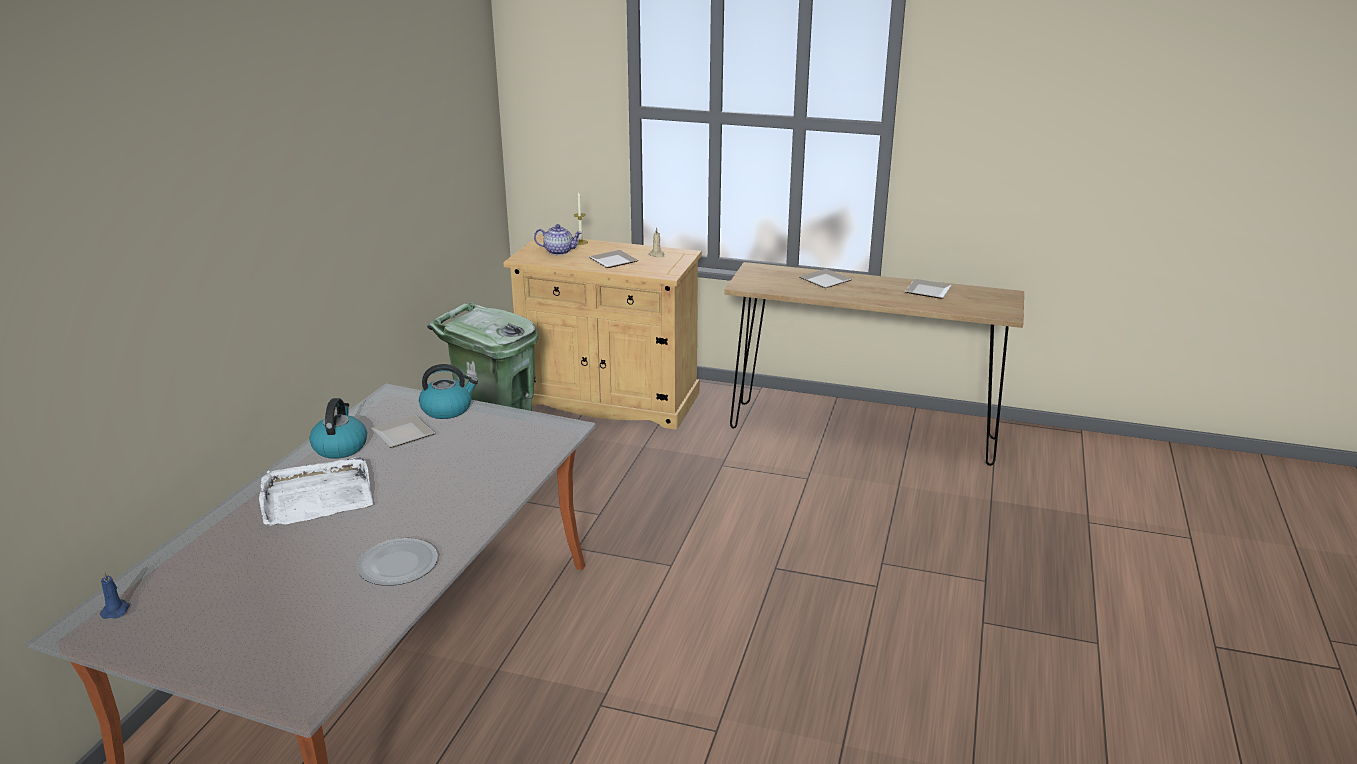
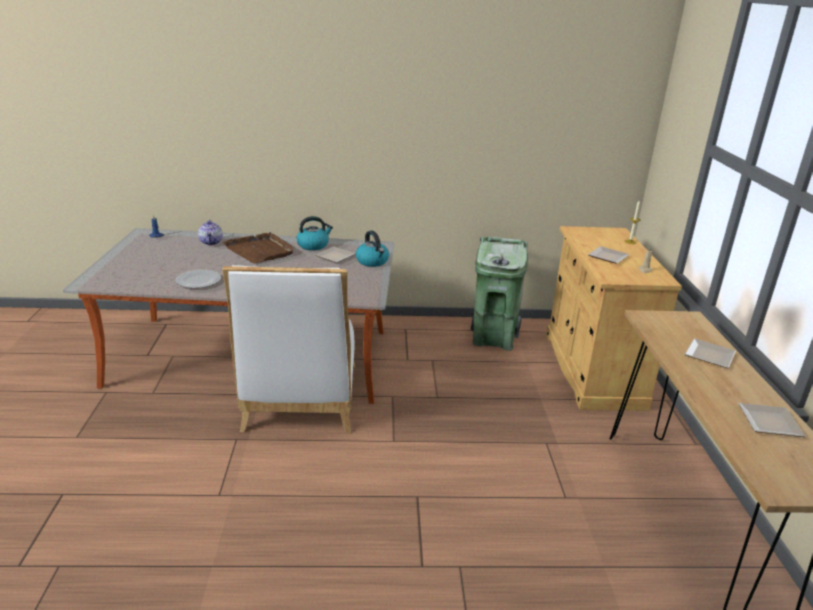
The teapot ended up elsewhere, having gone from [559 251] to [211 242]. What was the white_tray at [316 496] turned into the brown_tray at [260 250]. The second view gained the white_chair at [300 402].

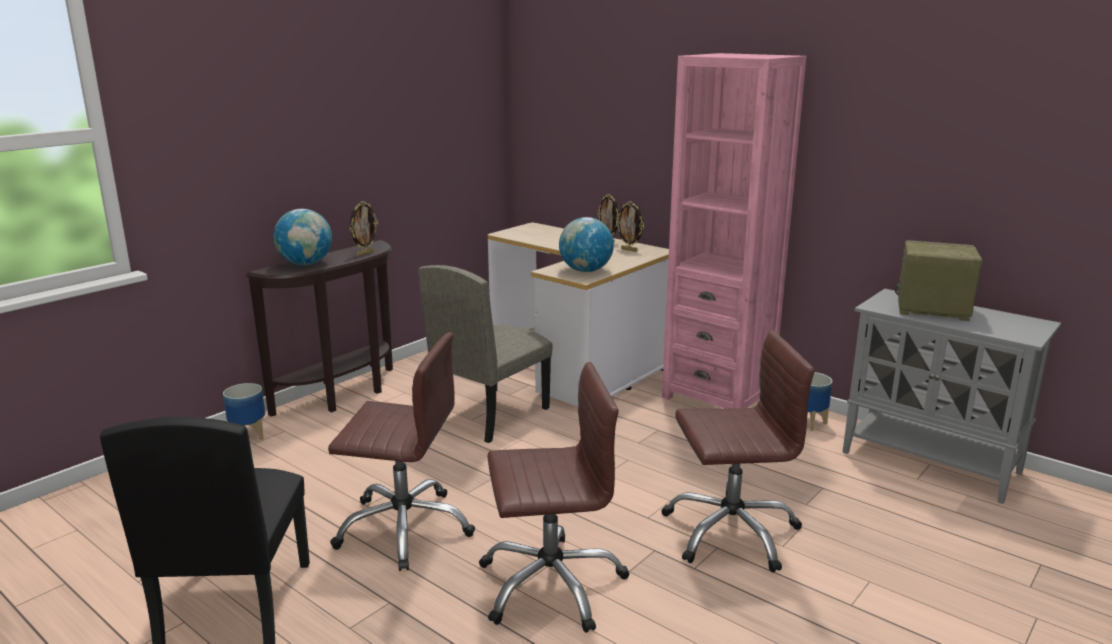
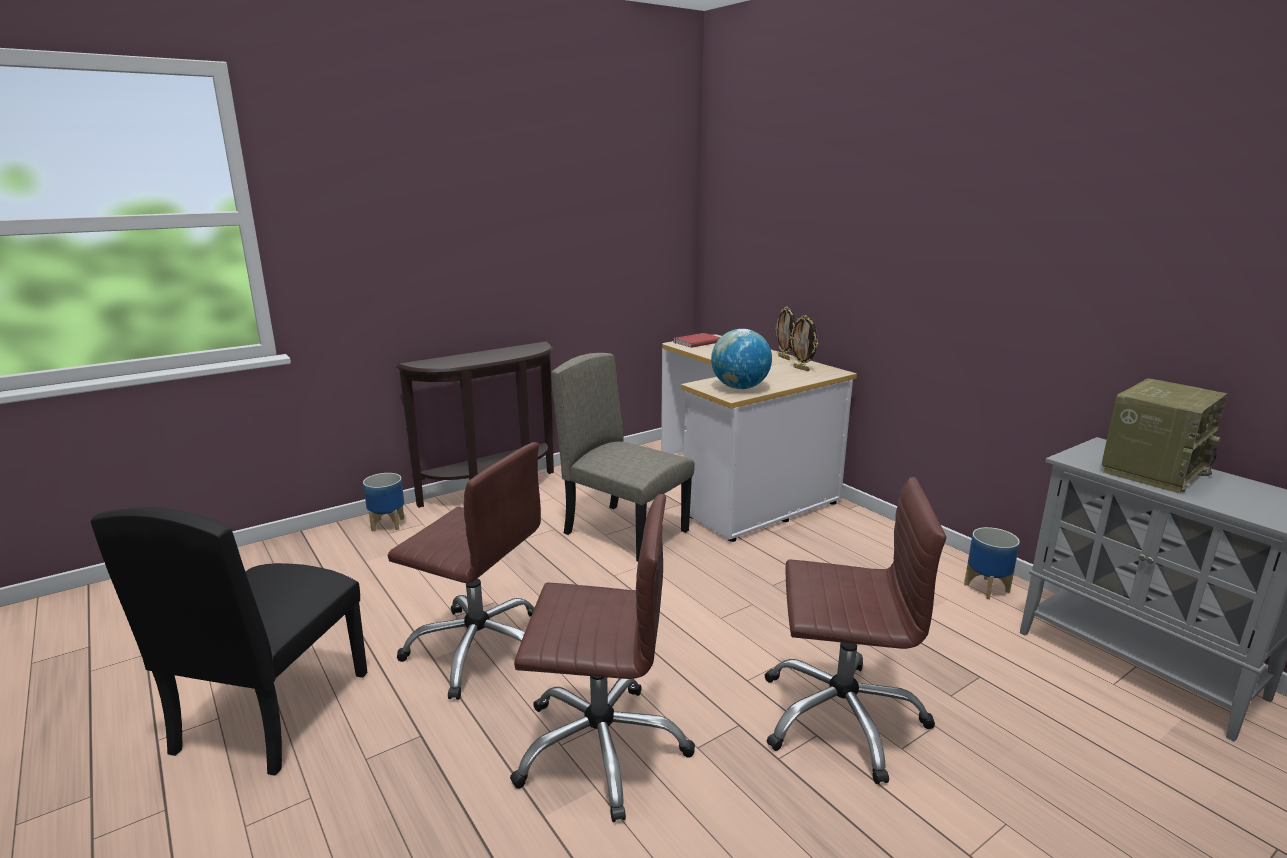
The beige_chair at [490 415] ended up facing another way, 75 degrees clockwise from before. The second view gained the red_book at [696 342]. The radio at [931 310] ended up facing another way, 105 degrees clockwise from before. The second view lost the globe at [305 264]. The second view lost the picture_frame at [365 253]. The second view lost the pink_bookcase at [718 397].

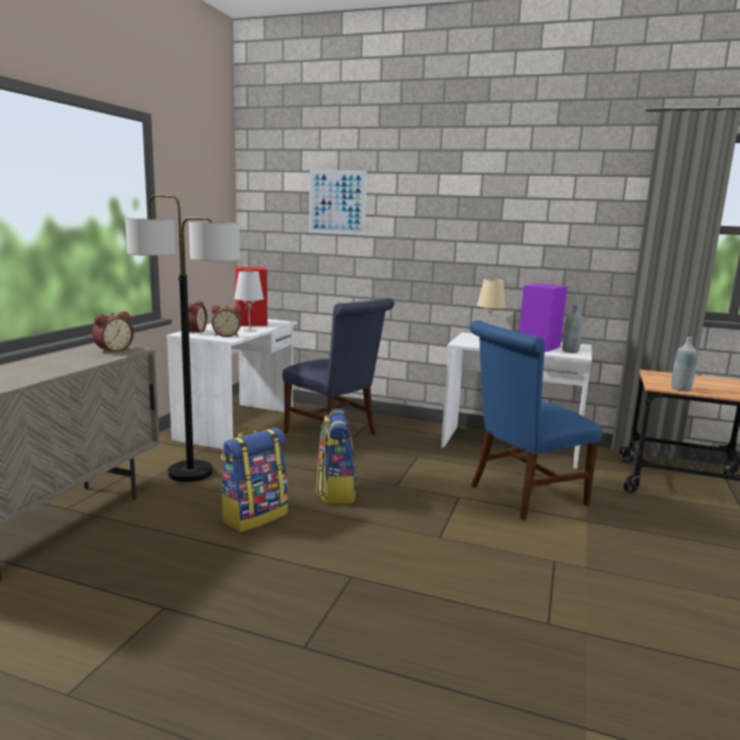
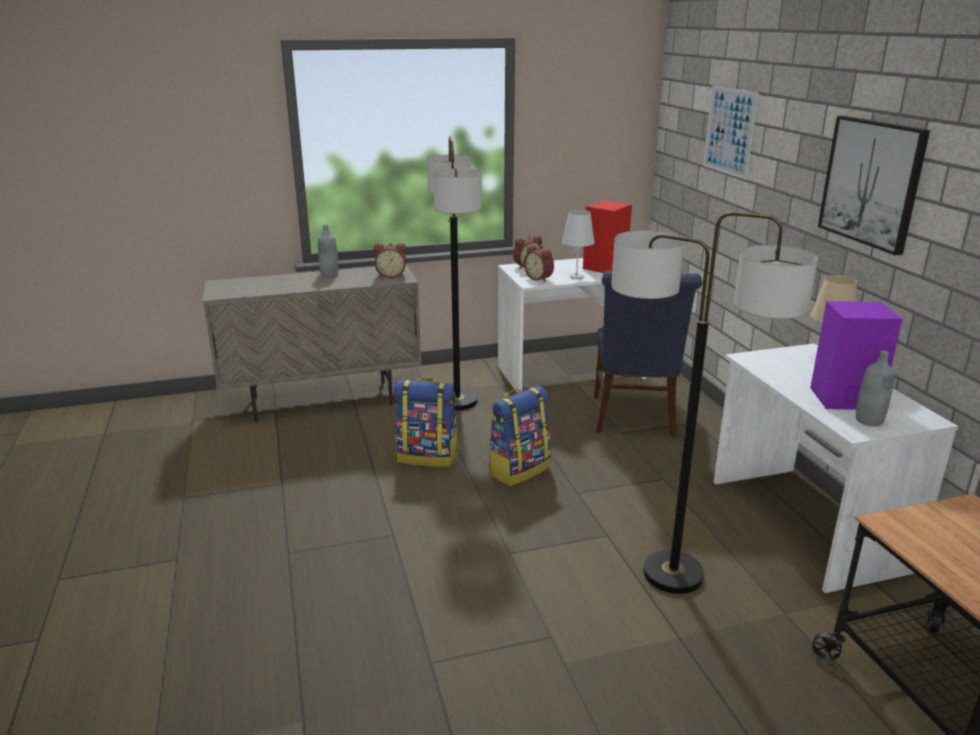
The grey_bottle ended up elsewhere, having gone from [680 389] to [329 274]. Where the blue_chair stood at [522 496], the floor_lamp came to stand at [672 573]. The second view gained the picture at [872 182].

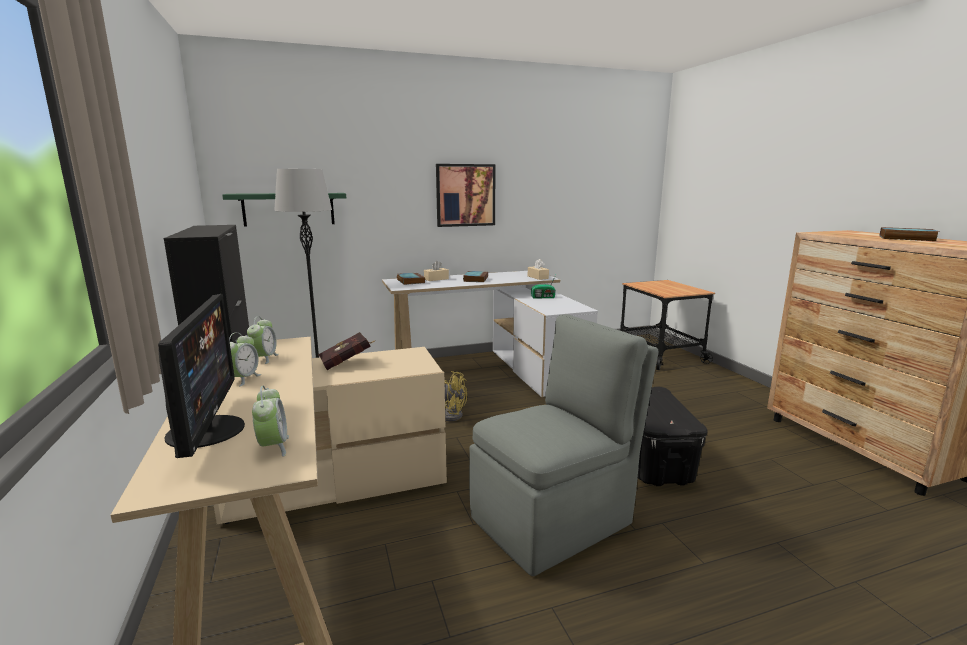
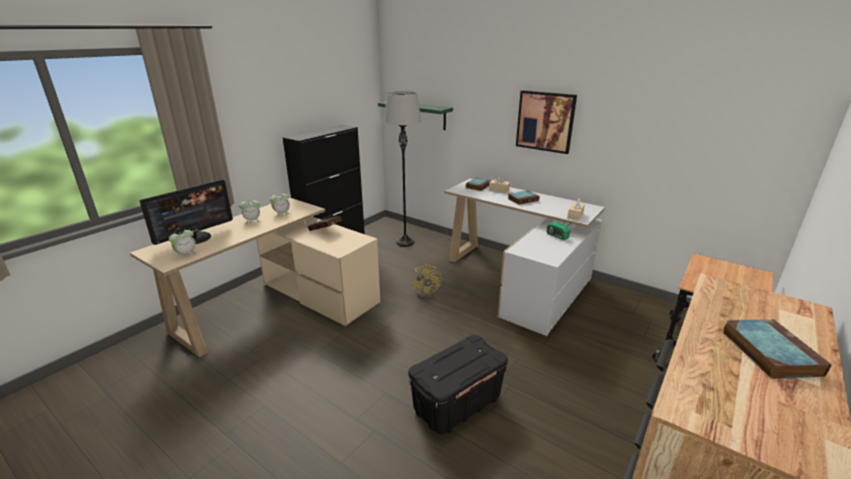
The second view lost the grey_chair at [554 519].

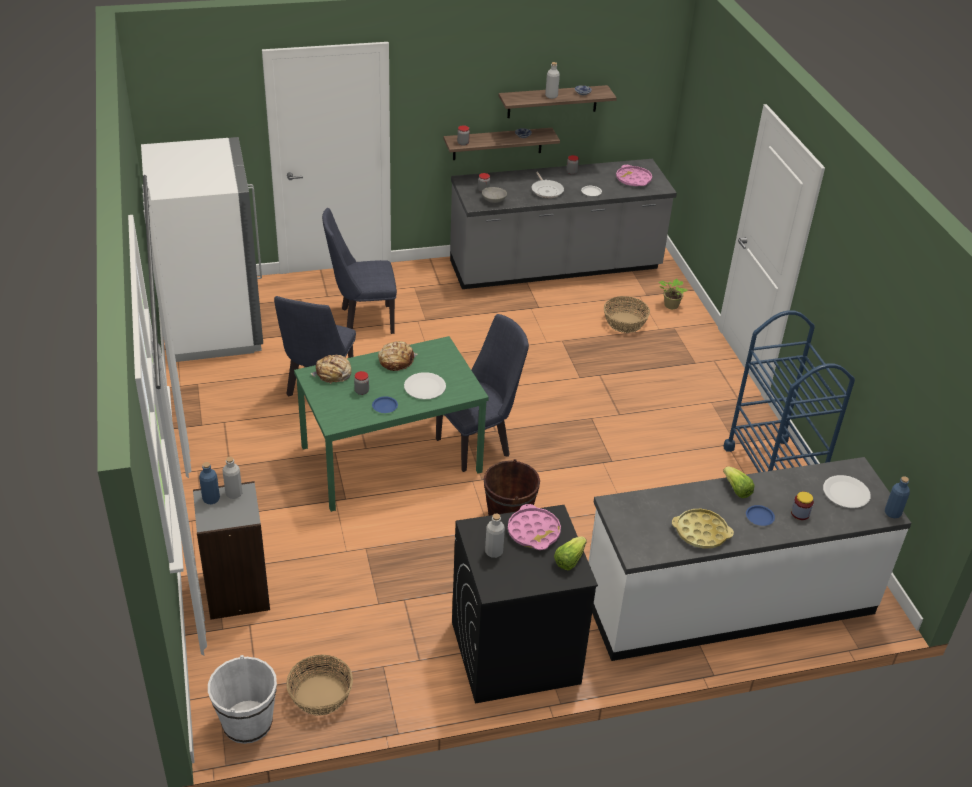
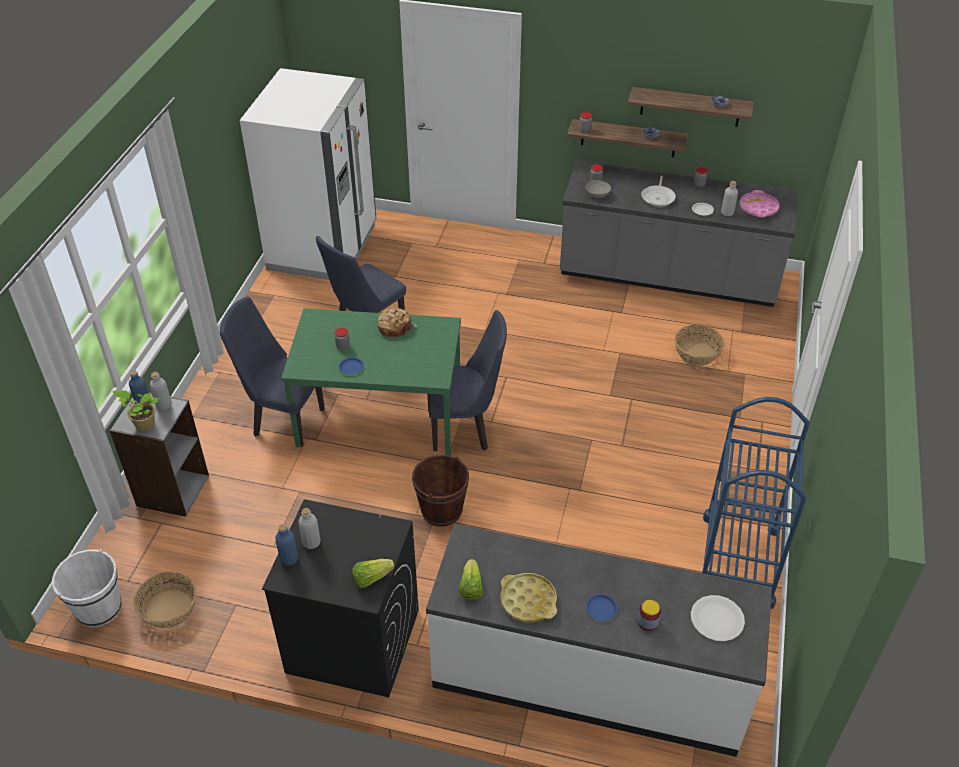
The potted_plant ended up elsewhere, having gone from [670 305] to [143 424]. The blue_chair ended up elsewhere, having gone from [362 321] to [283 420]. The blue_bottle ended up elsewhere, having gone from [892 513] to [289 559]. The lettuce ended up elsewhere, having gone from [736 489] to [471 587]. The grey_bottle ended up elsewhere, having gone from [551 96] to [727 213]. The second view lost the bread at [333 374]. The second view lost the white_plate at [424 387]. The second view lost the pink_tray at [533 532].

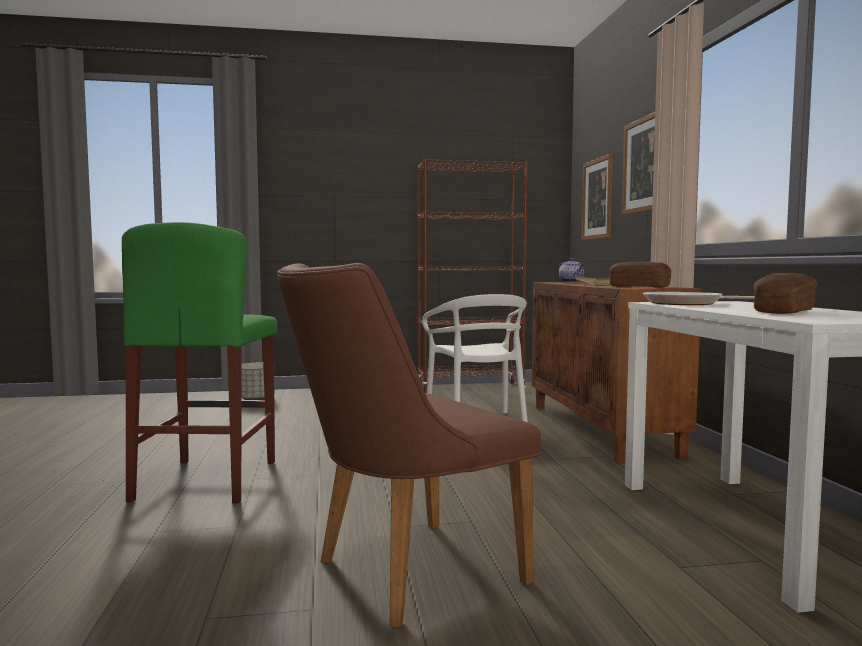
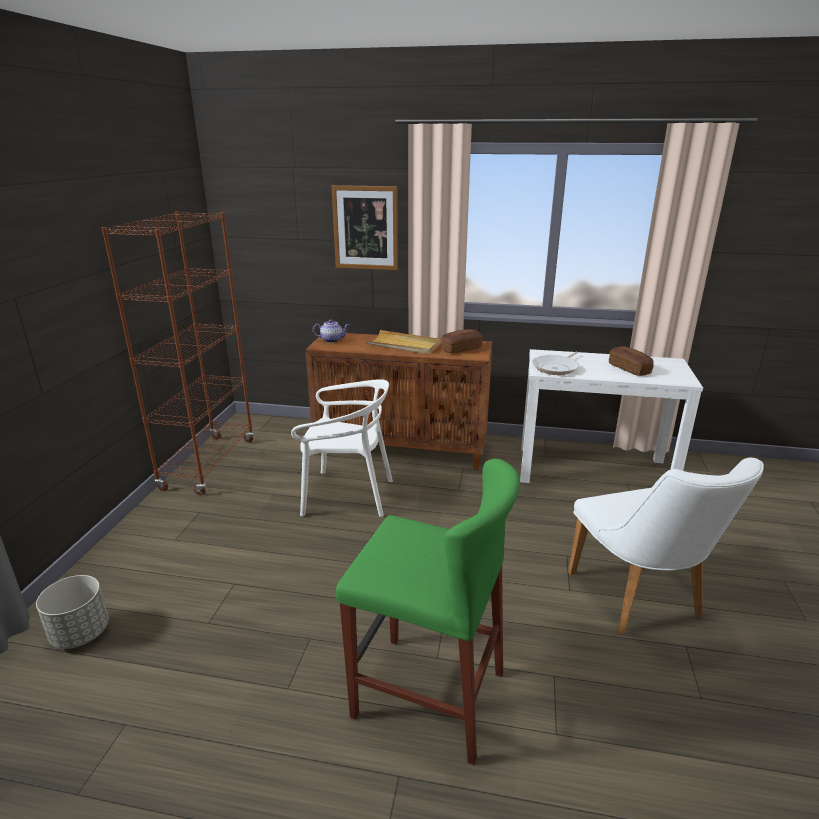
What was the brown_chair at [402 574] turned into the white_chair at [641 601]. The second view lost the picture at [597 199].

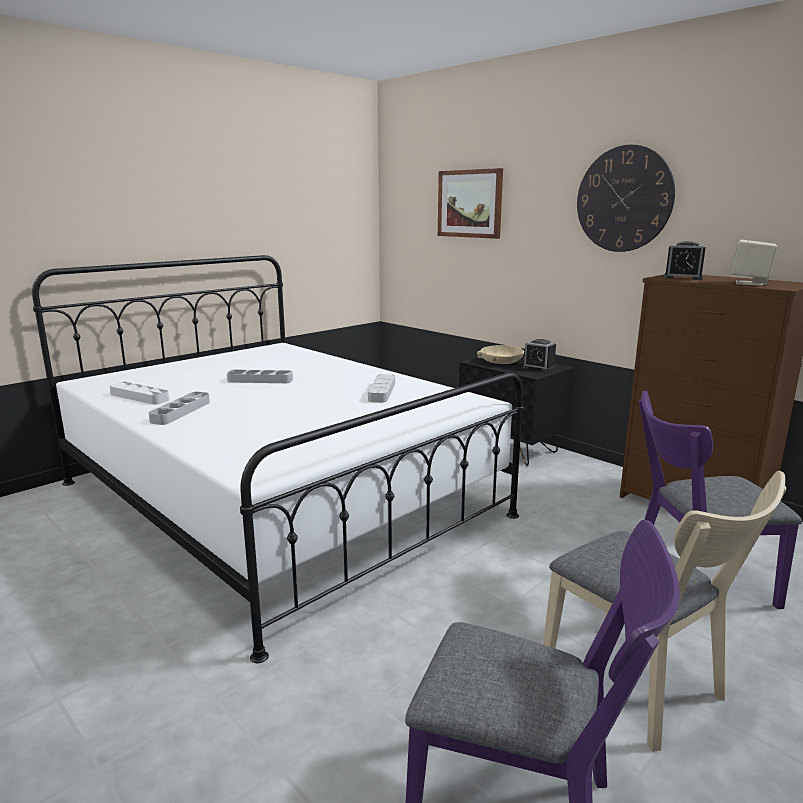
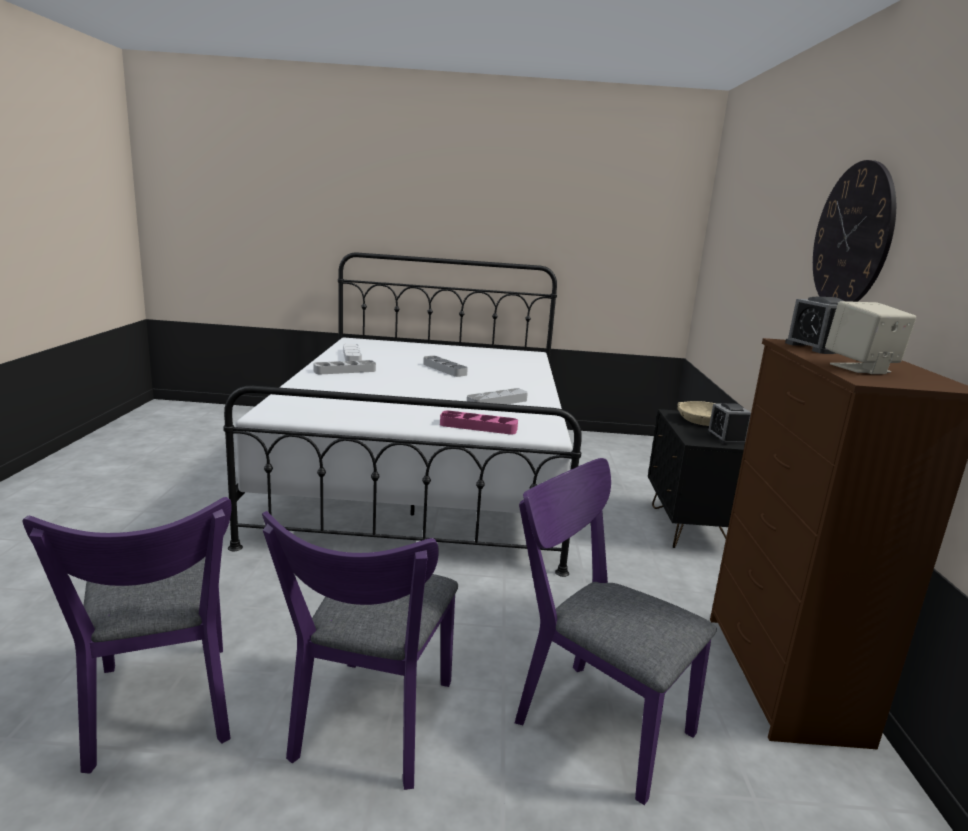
What was the beige_chair at [641 687] turned into the purple_chair at [371 728]. The second view gained the pink_tray at [478 427]. The second view lost the picture at [470 204].

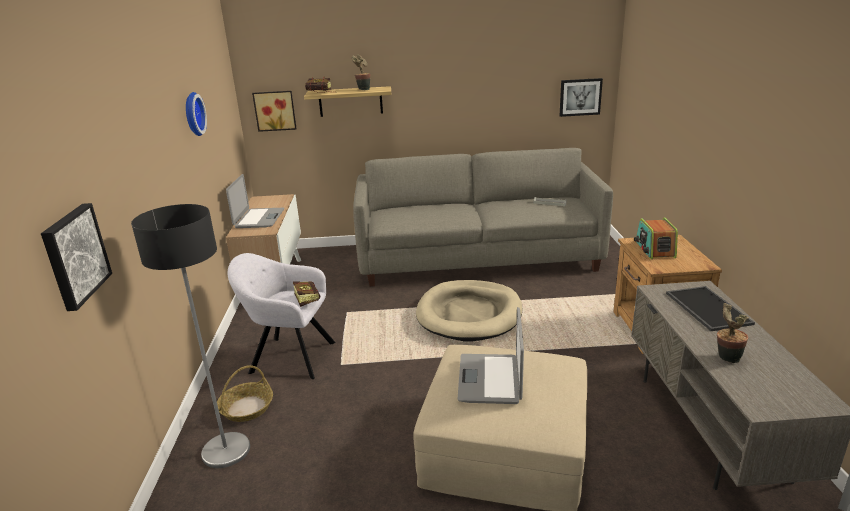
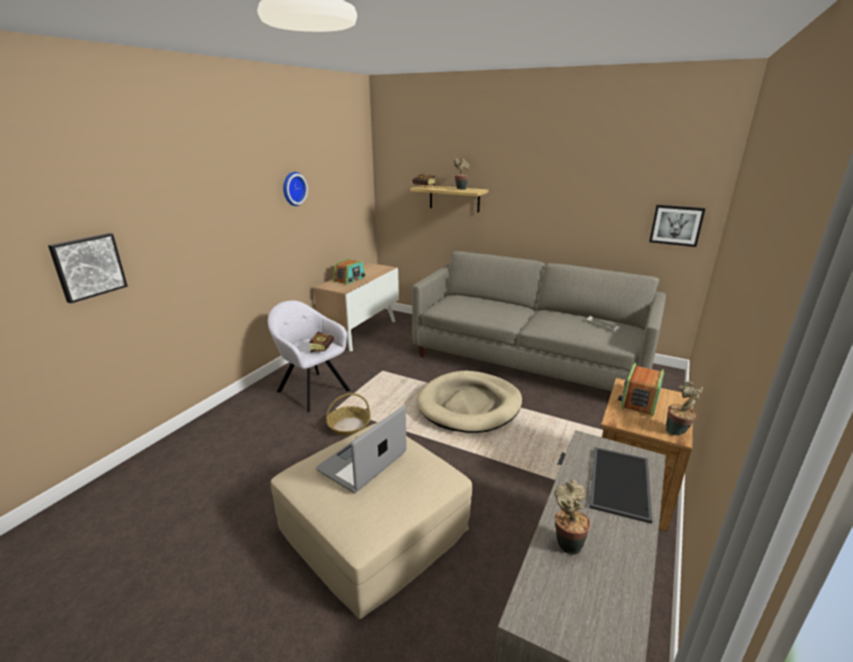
The basket ended up elsewhere, having gone from [247 408] to [349 425]. Where the laptop stood at [259 219], the radio came to stand at [350 279]. The second view gained the potted_plant at [677 432]. The second view lost the floor_lamp at [226 450]. The second view lost the picture at [275 110].

